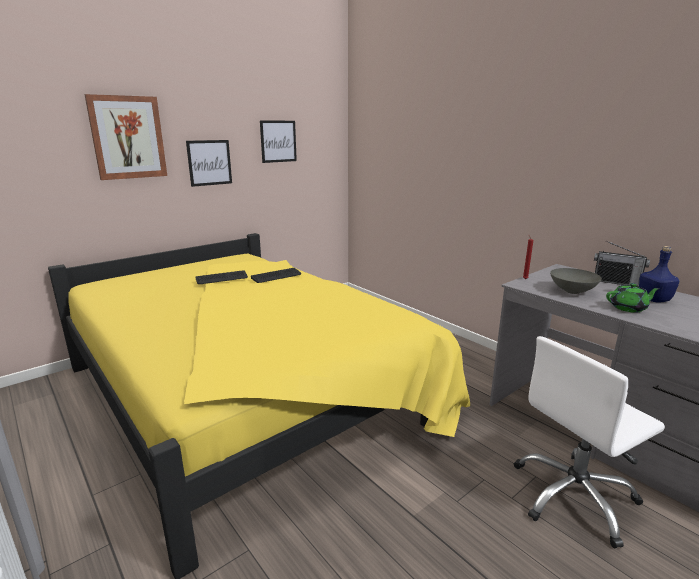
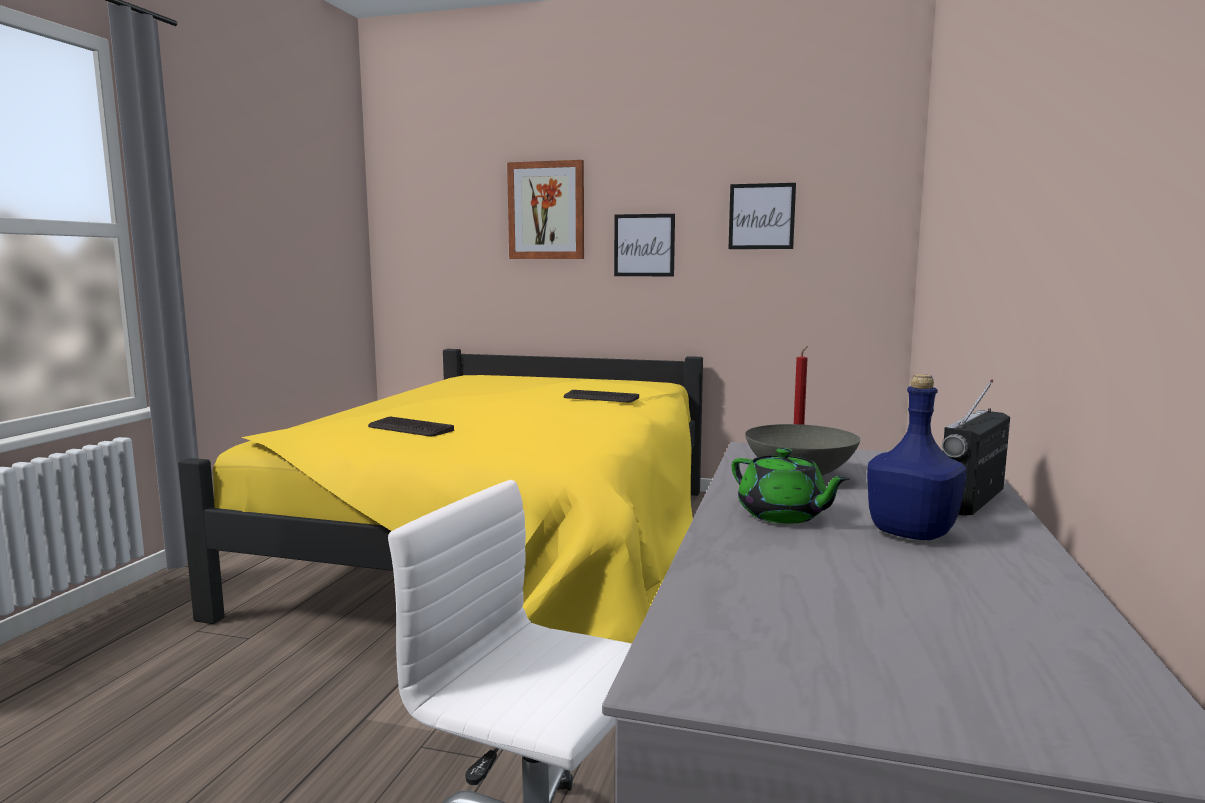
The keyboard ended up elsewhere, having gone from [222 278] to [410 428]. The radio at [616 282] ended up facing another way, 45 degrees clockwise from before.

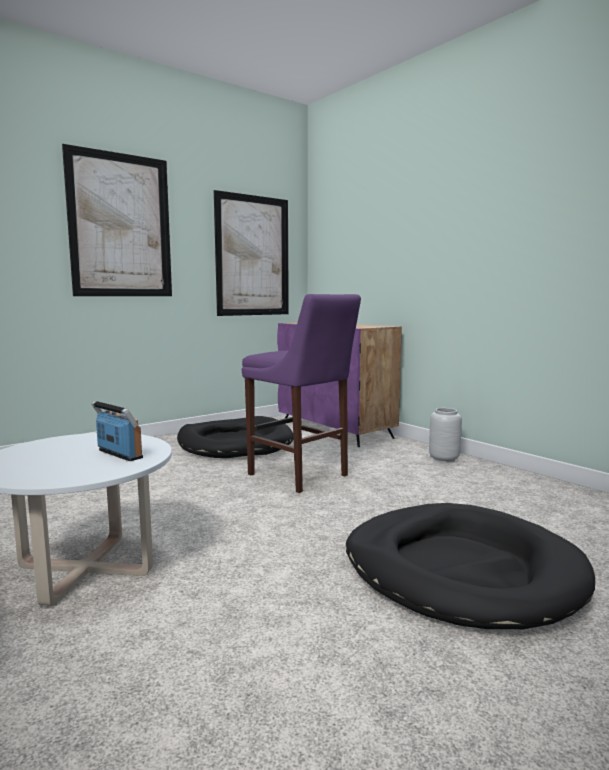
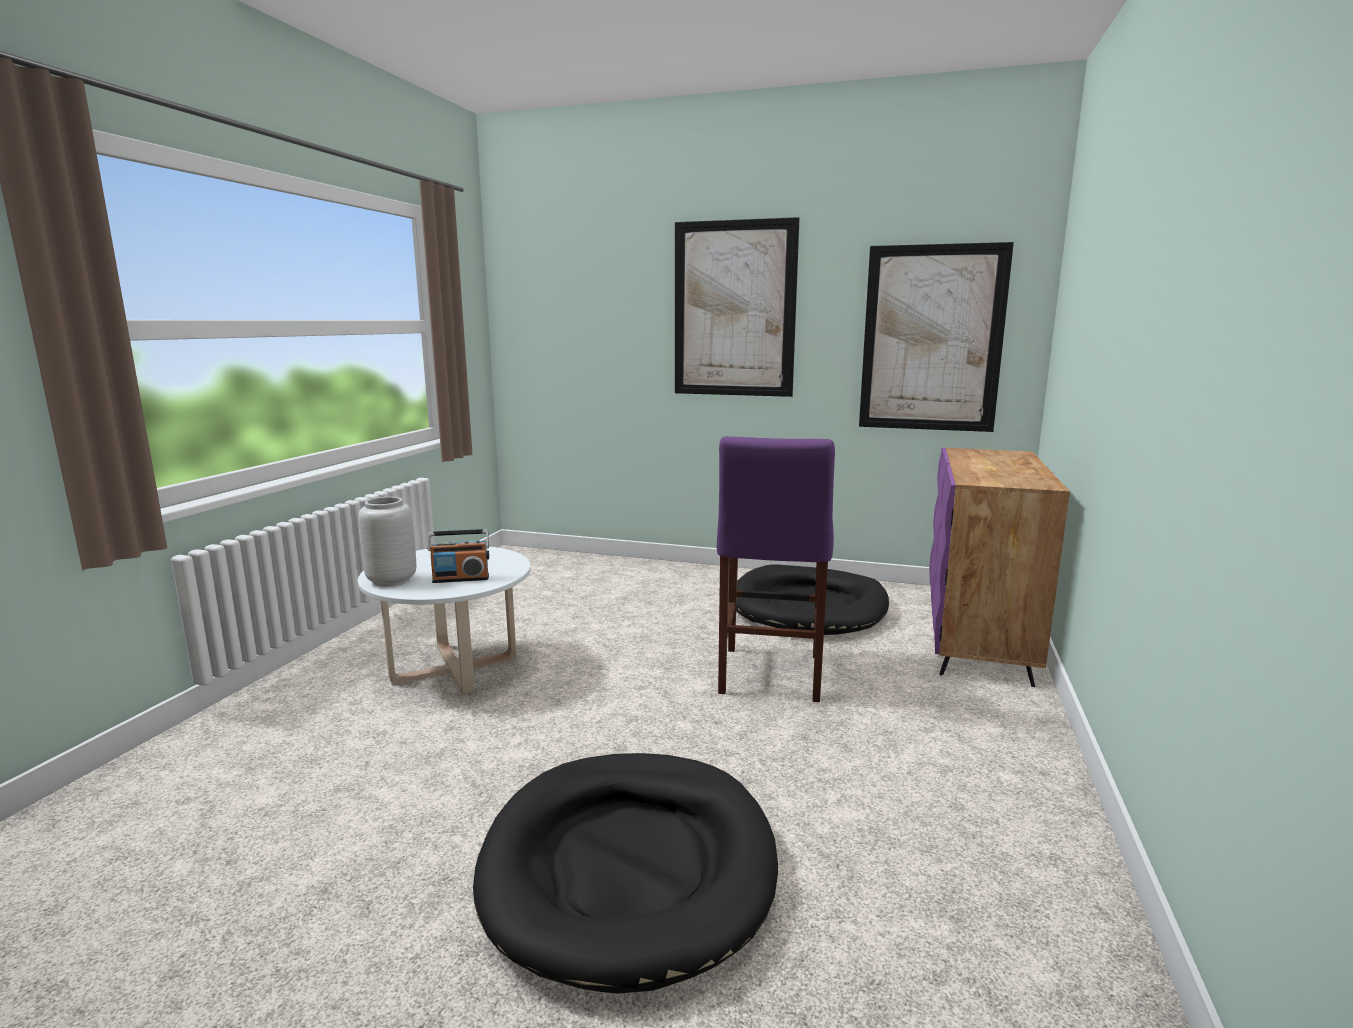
The grey_vase ended up elsewhere, having gone from [444 459] to [392 581]. The radio at [119 454] ended up facing another way, 75 degrees clockwise from before.

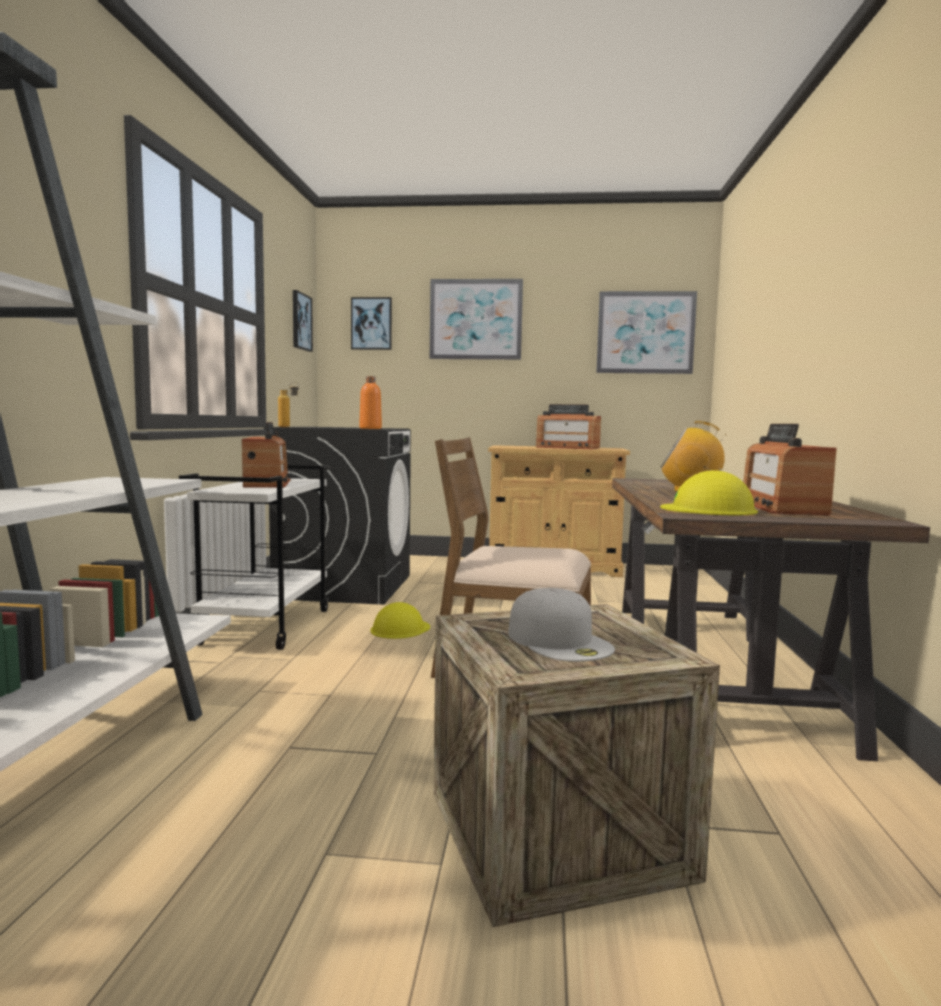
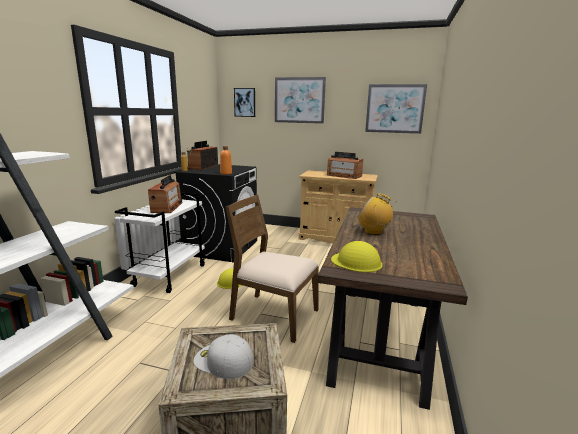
The radio ended up elsewhere, having gone from [781 507] to [203 167]. The white_cap at [560 641] ended up facing another way, 135 degrees clockwise from before. The second view lost the picture at [300 321].

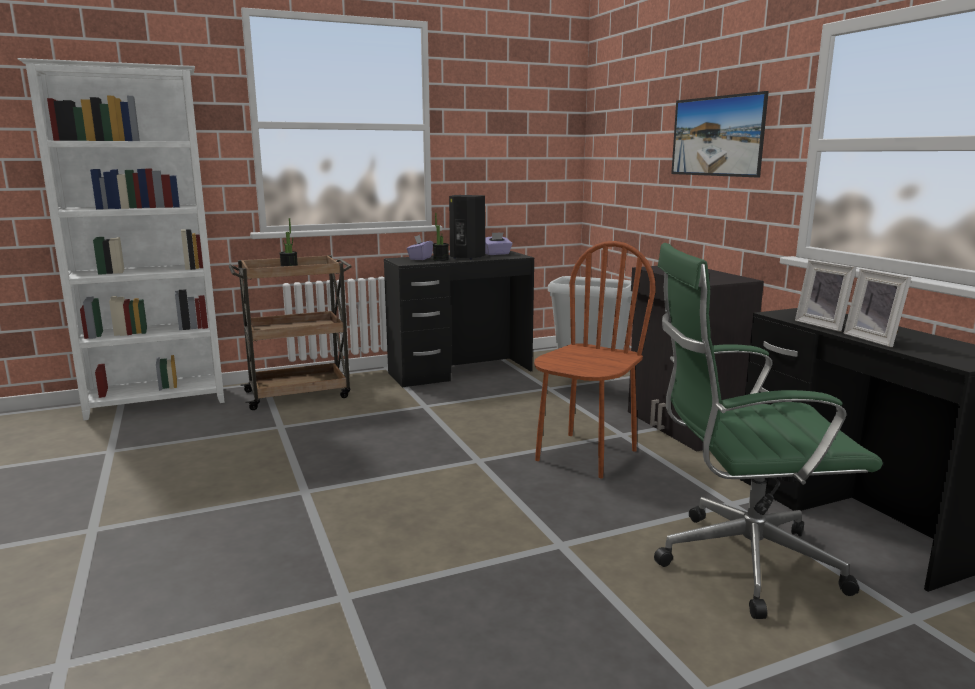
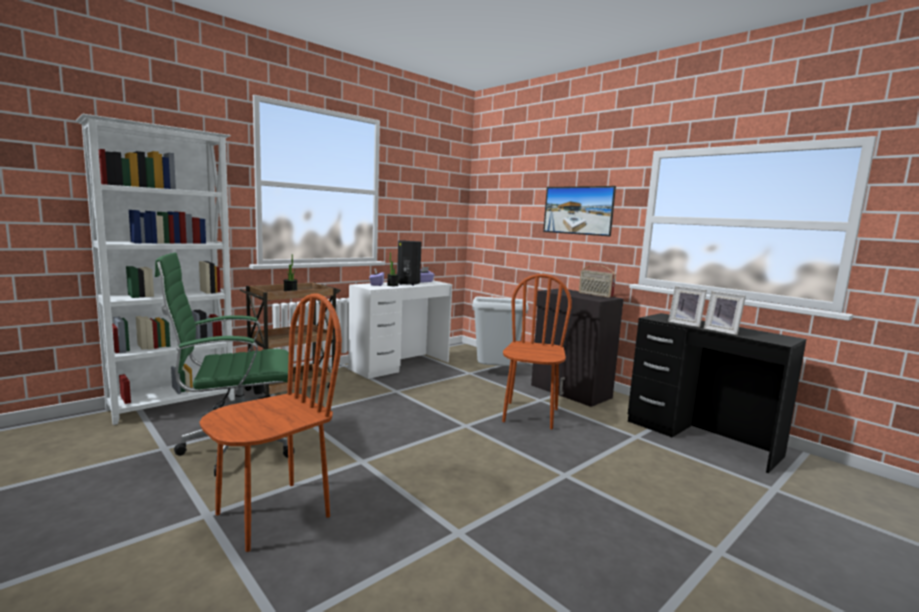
The green_office_chair ended up elsewhere, having gone from [739 562] to [234 448]. The second view gained the brown_chair at [272 514]. What was the black_desk at [460 371] turned into the white_desk at [400 365]. The second view gained the radio at [595 295].

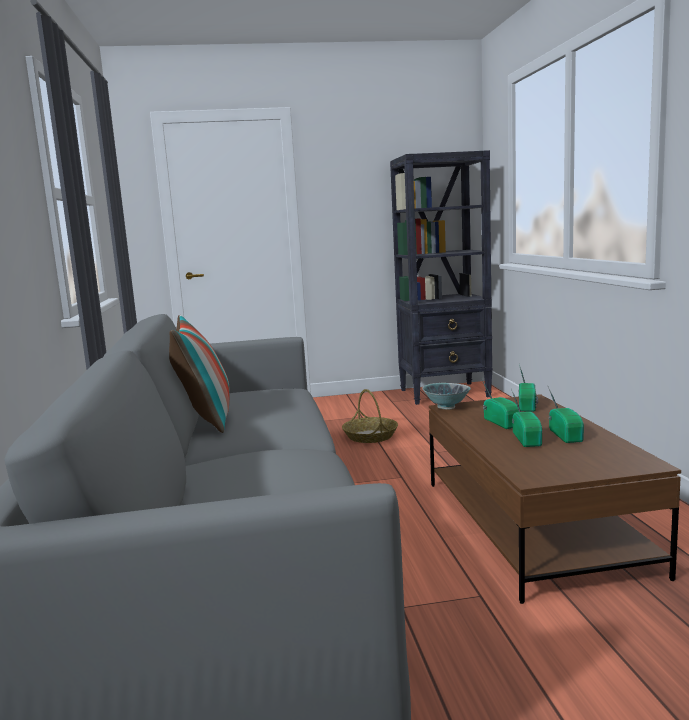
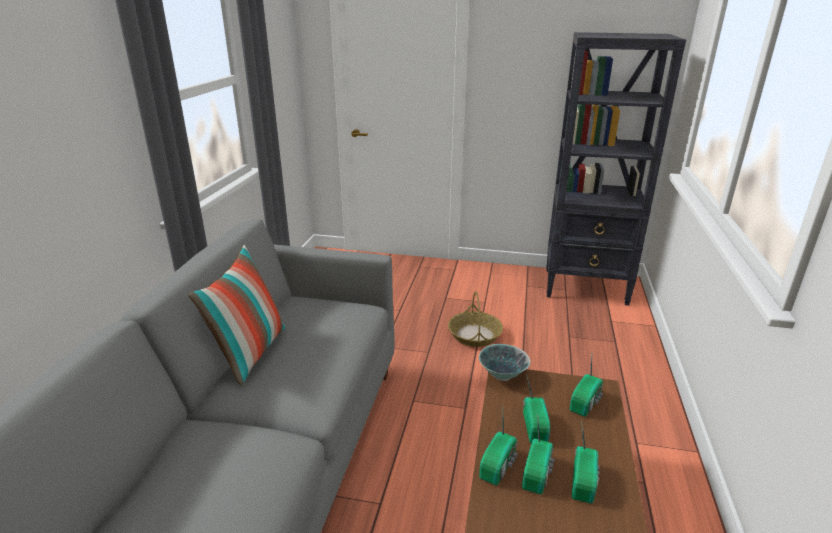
The second view gained the radio at [499 465].

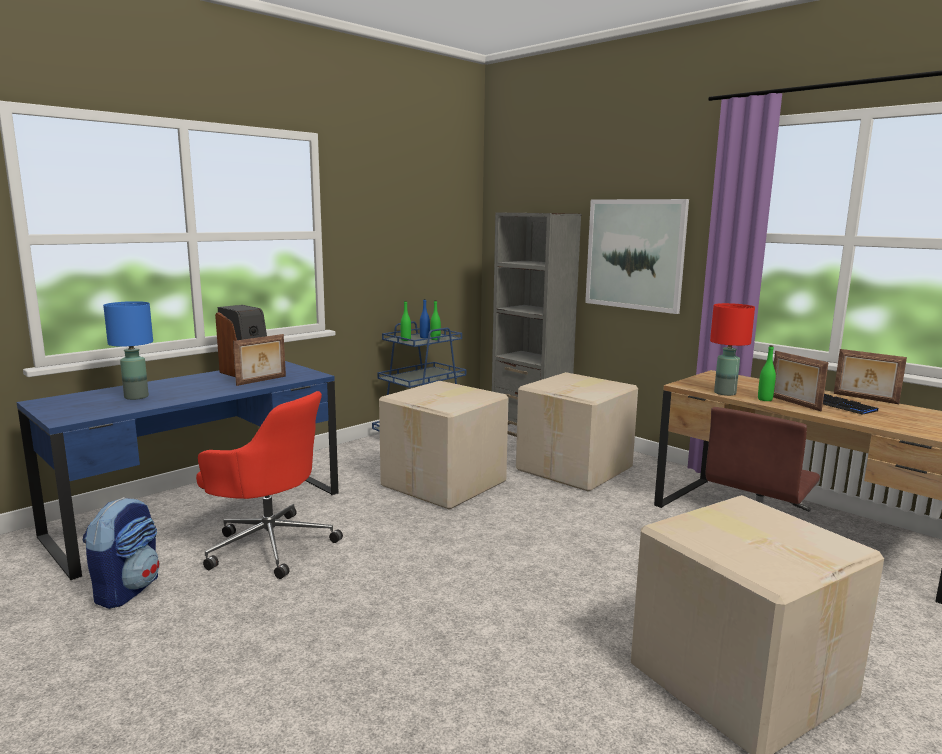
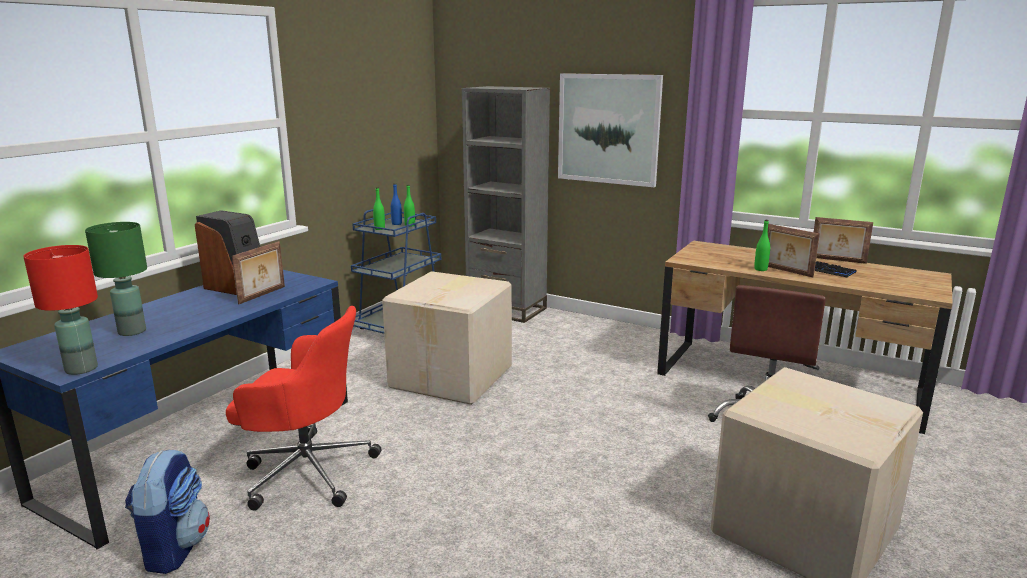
The red_table_lamp ended up elsewhere, having gone from [725 393] to [82 369]. What was the blue_table_lamp at [137 397] turned into the green_table_lamp at [132 331]. The second view lost the cardboard_box at [576 469].

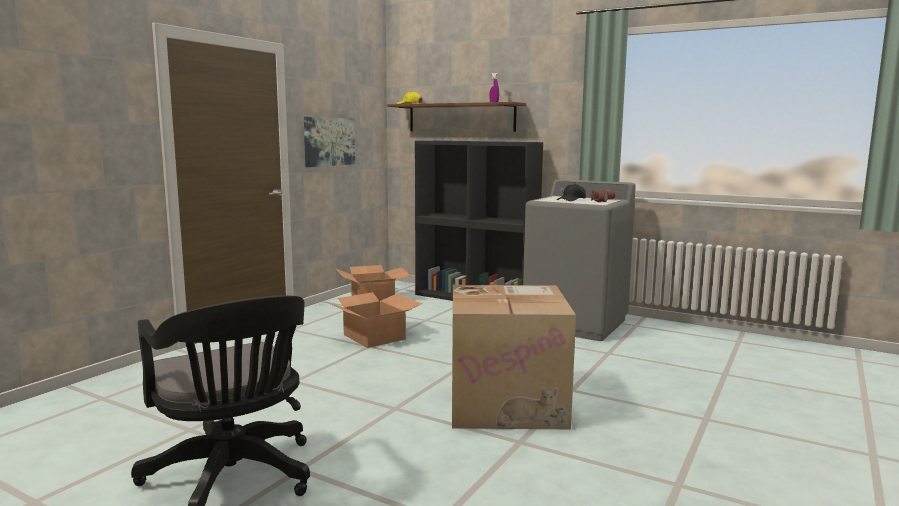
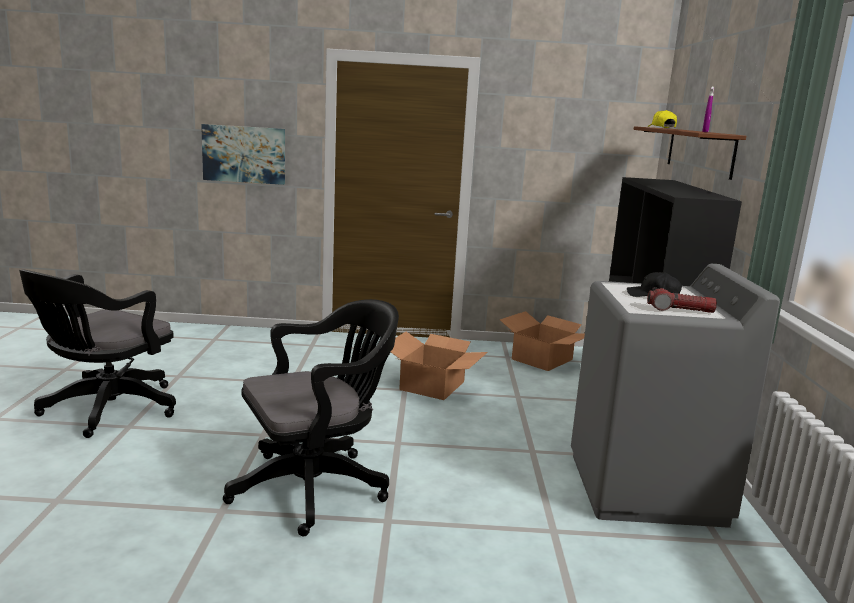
The picture ended up elsewhere, having gone from [329 141] to [244 154]. Where the cardboard_box stood at [508 403], the black_office_chair came to stand at [316 487].

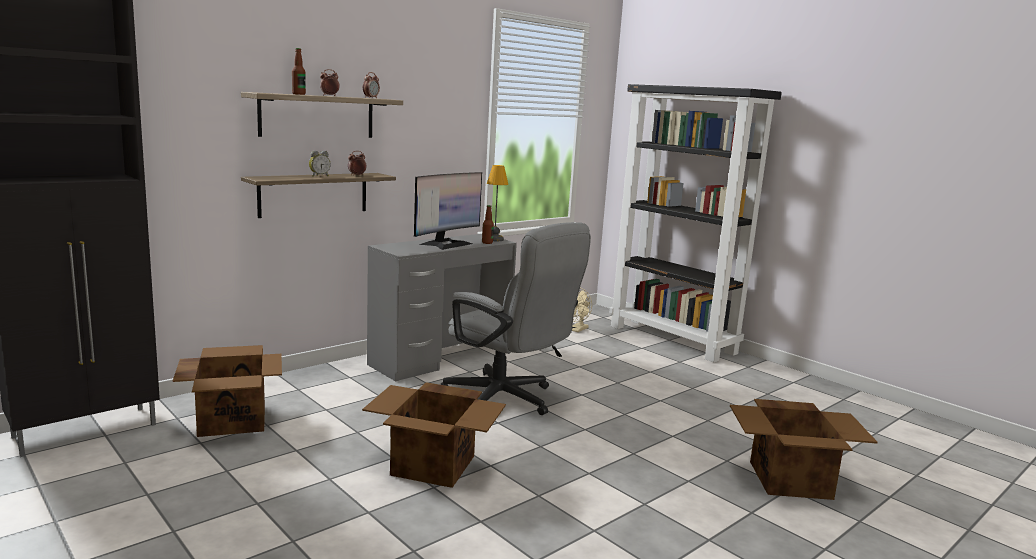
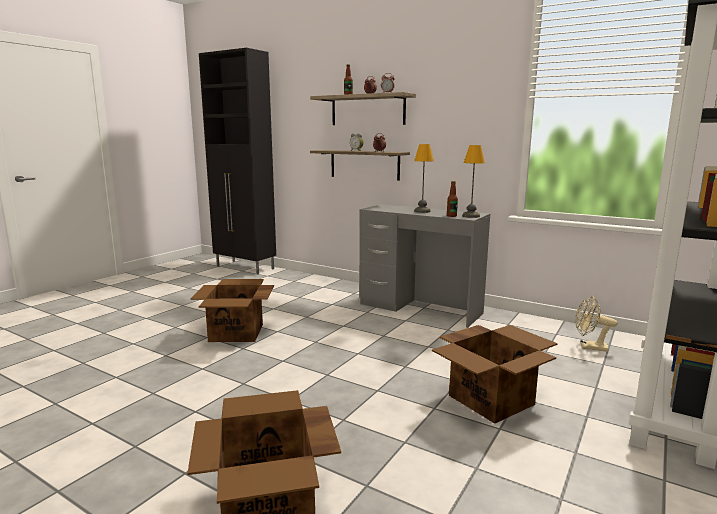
Where the monitor stood at [446 244], the table_lamp came to stand at [422 211]. The cardboard_box ended up elsewhere, having gone from [233 420] to [492 400]. The second view lost the grey_office_chair at [507 400].

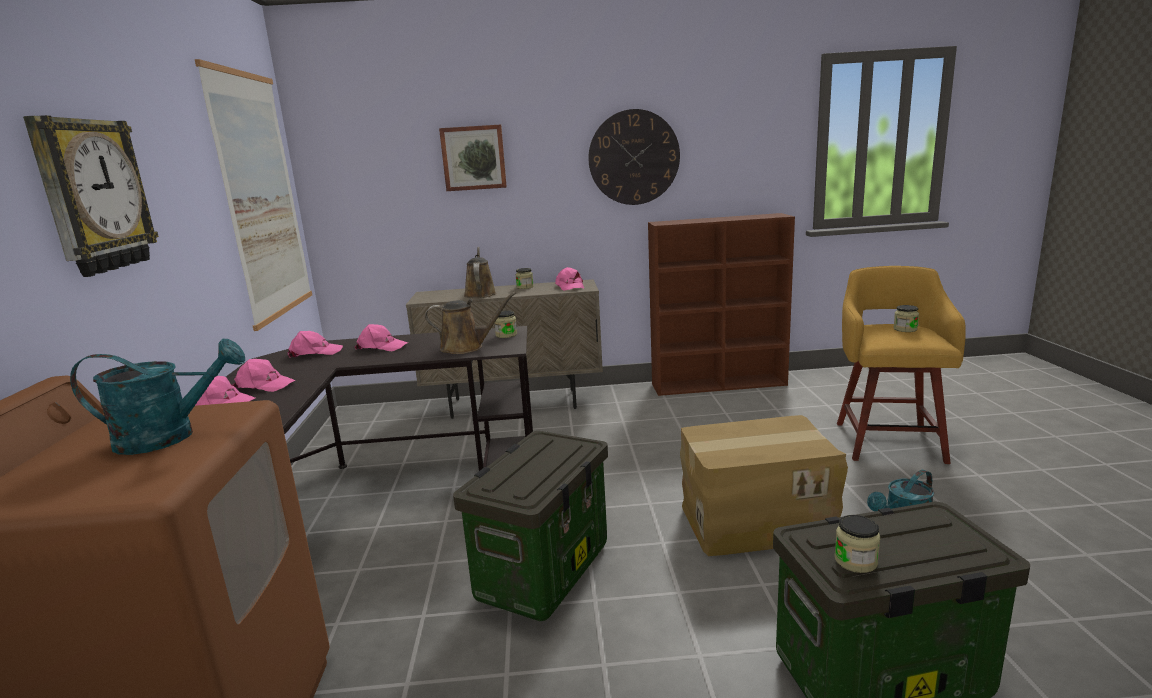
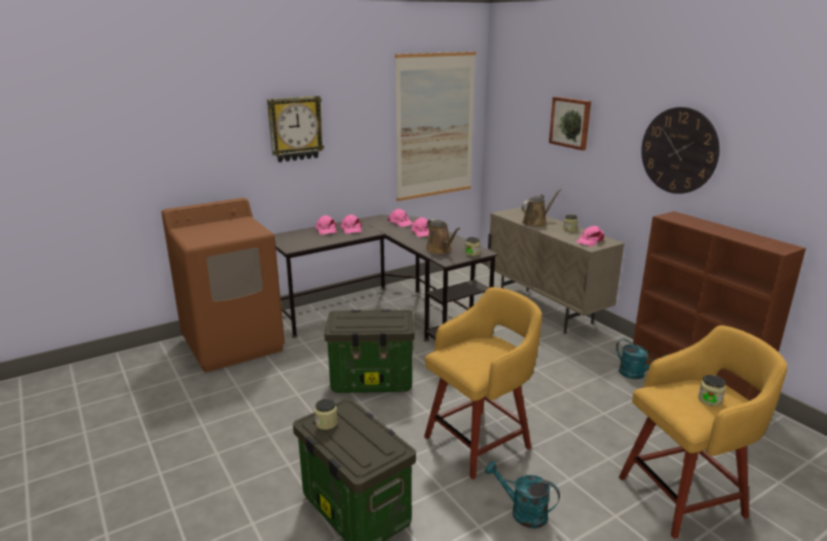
Where the cardboard_box stood at [755 520], the yellow_stool came to stand at [480 441]. The turquoise_watering_can ended up elsewhere, having gone from [170 437] to [636 374].

